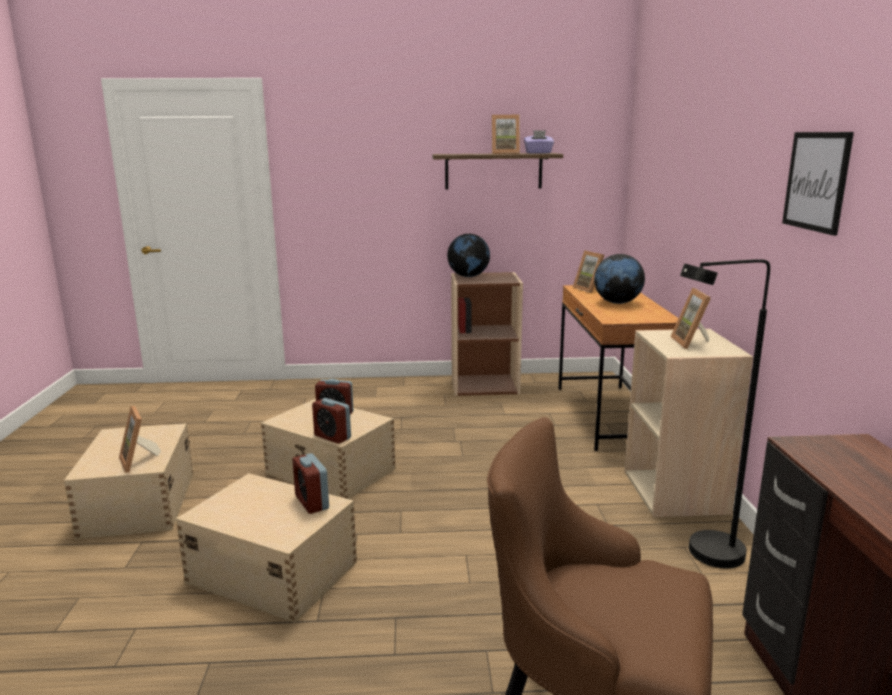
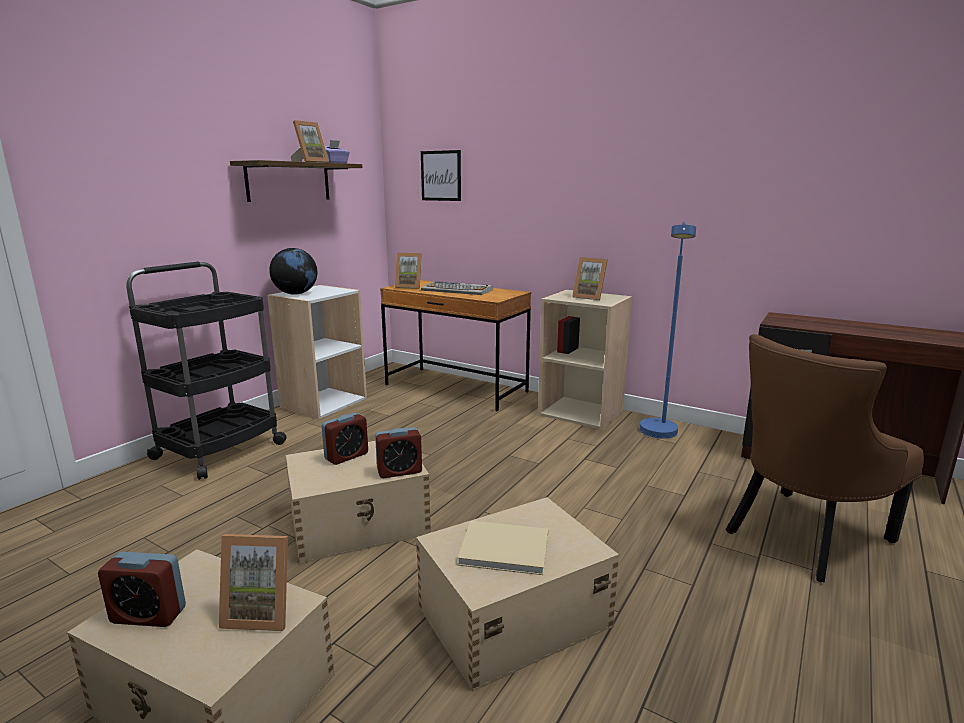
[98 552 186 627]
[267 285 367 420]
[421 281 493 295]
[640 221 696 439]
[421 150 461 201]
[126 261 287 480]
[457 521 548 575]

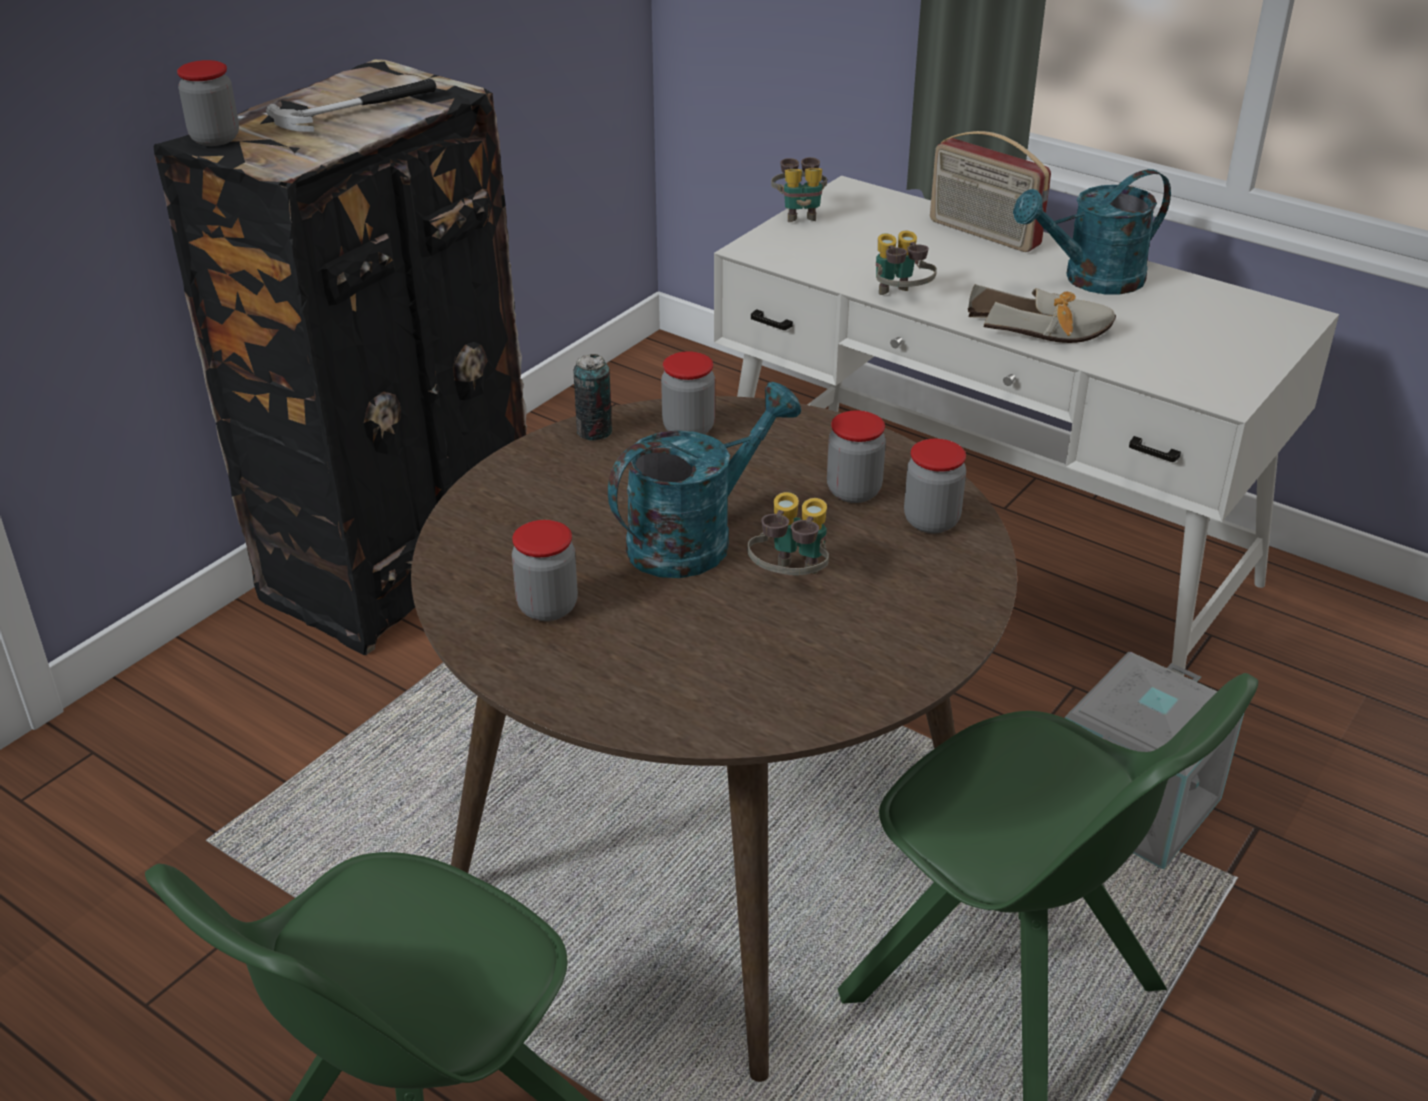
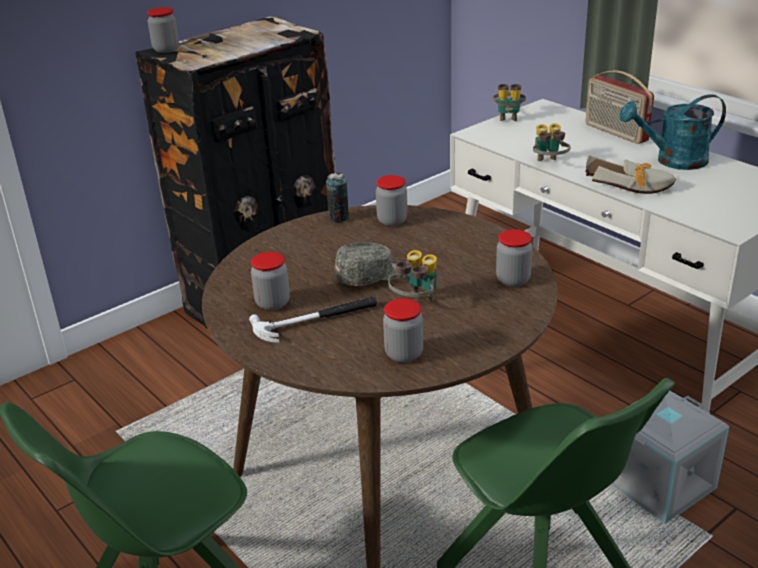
[249 296 377 343]
[335 243 398 286]
[383 298 423 363]

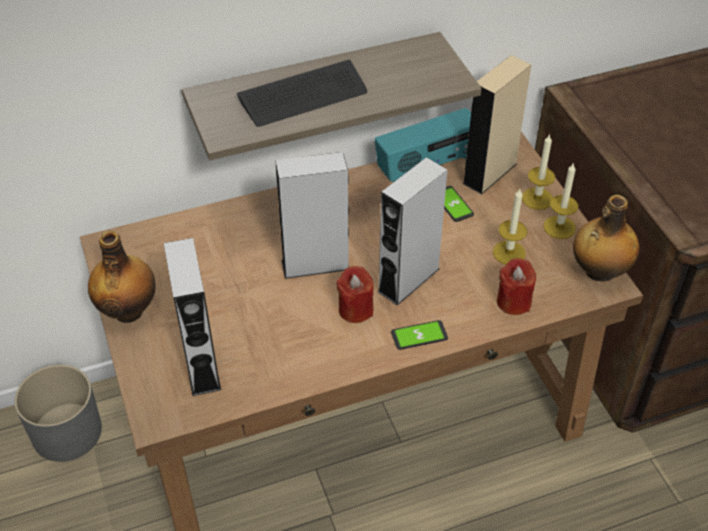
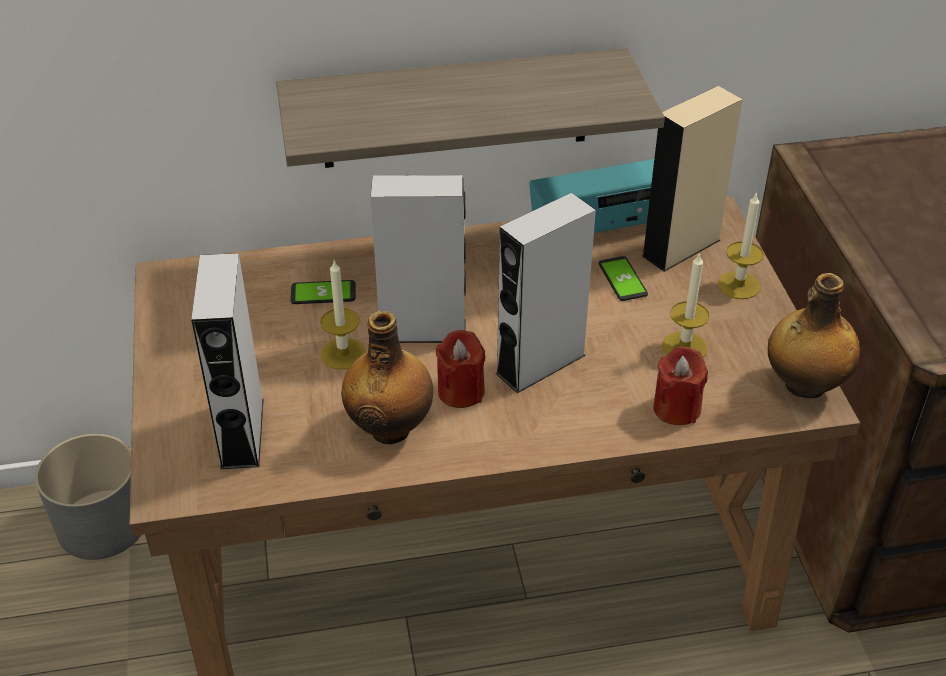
[341 311 433 444]
[237 60 367 127] (first image)
[291 280 356 304]
[320 260 366 370]

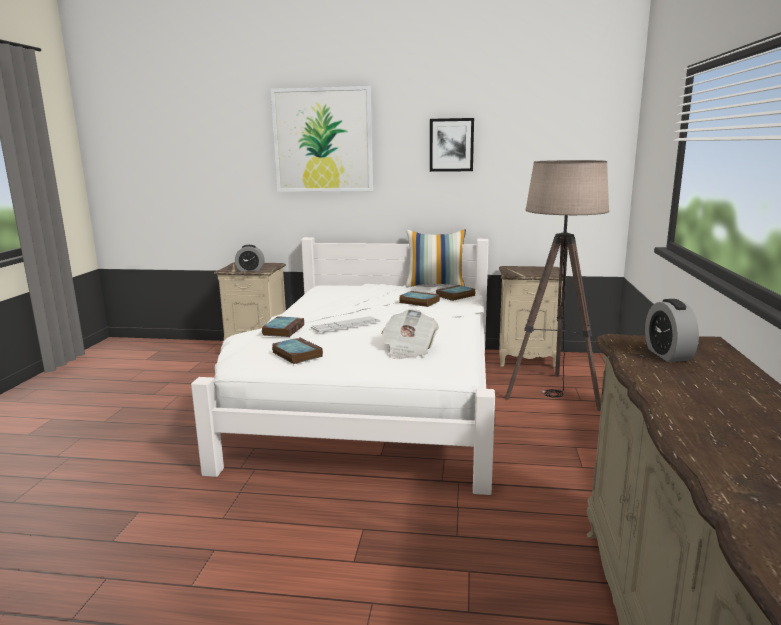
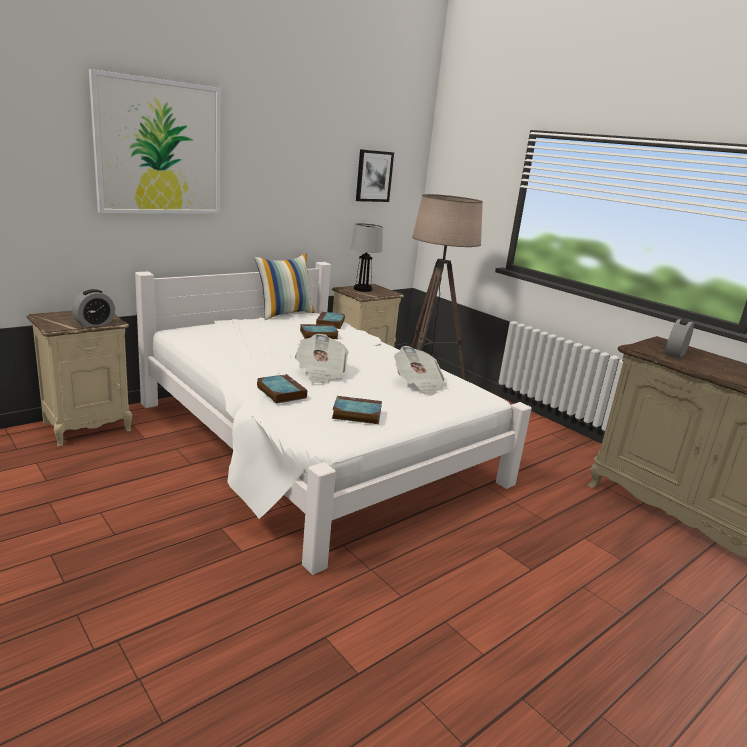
[295 334 348 383]
[356 149 394 202]
[665 318 694 358]
[351 223 383 292]

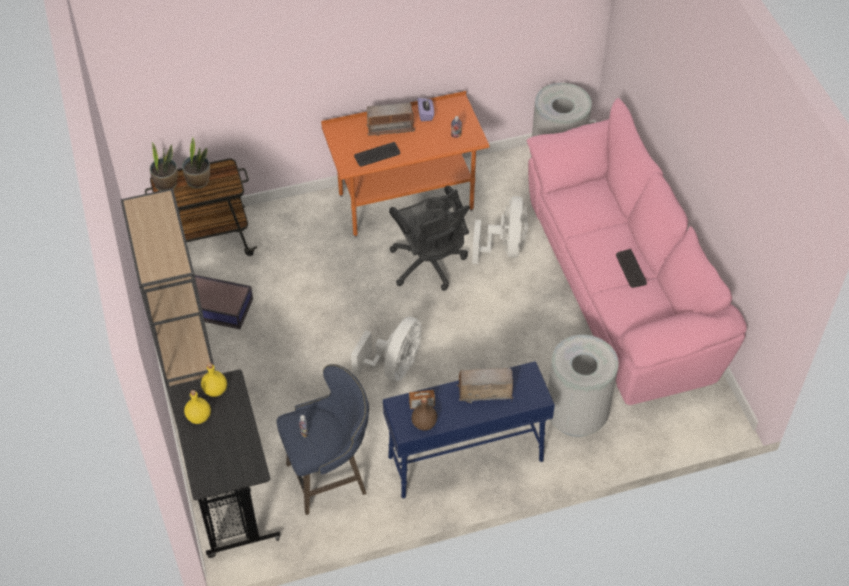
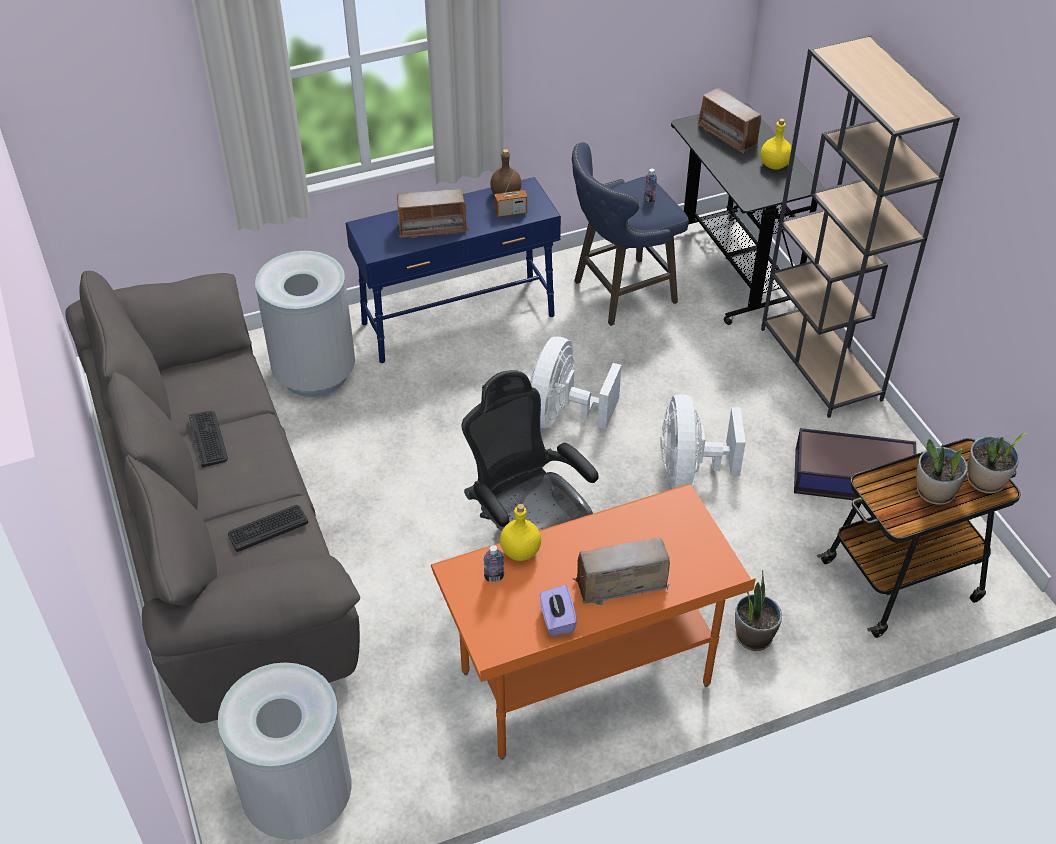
[500 504 541 561]
[228 505 308 552]
[660 394 746 489]
[65 270 360 723]
[697 88 764 153]
[735 570 782 651]

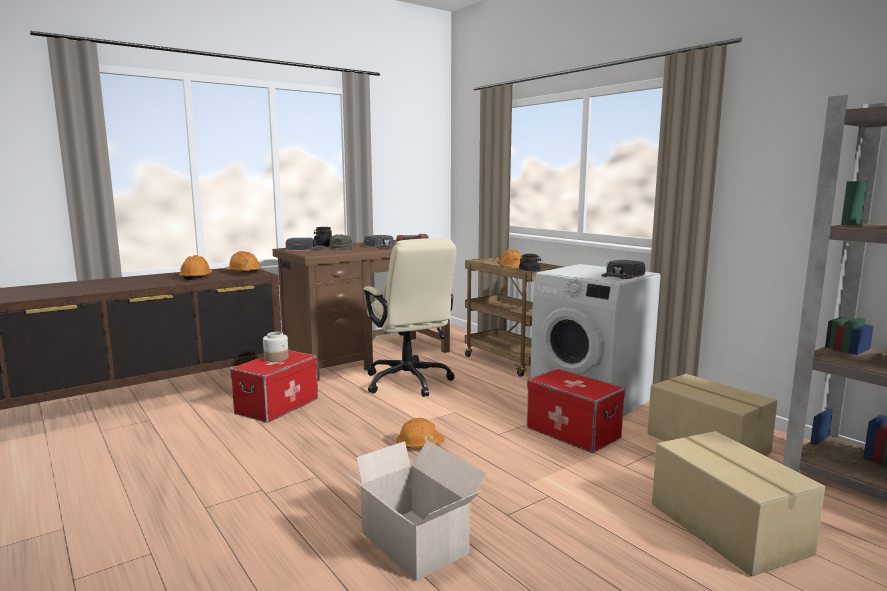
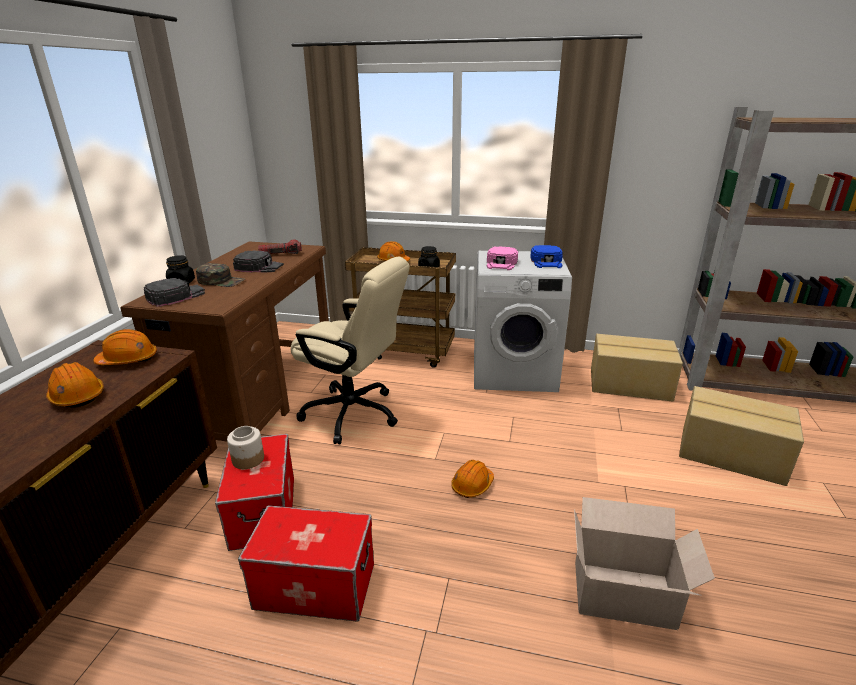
[238 505 374 622]
[530 245 563 268]
[486 246 518 270]

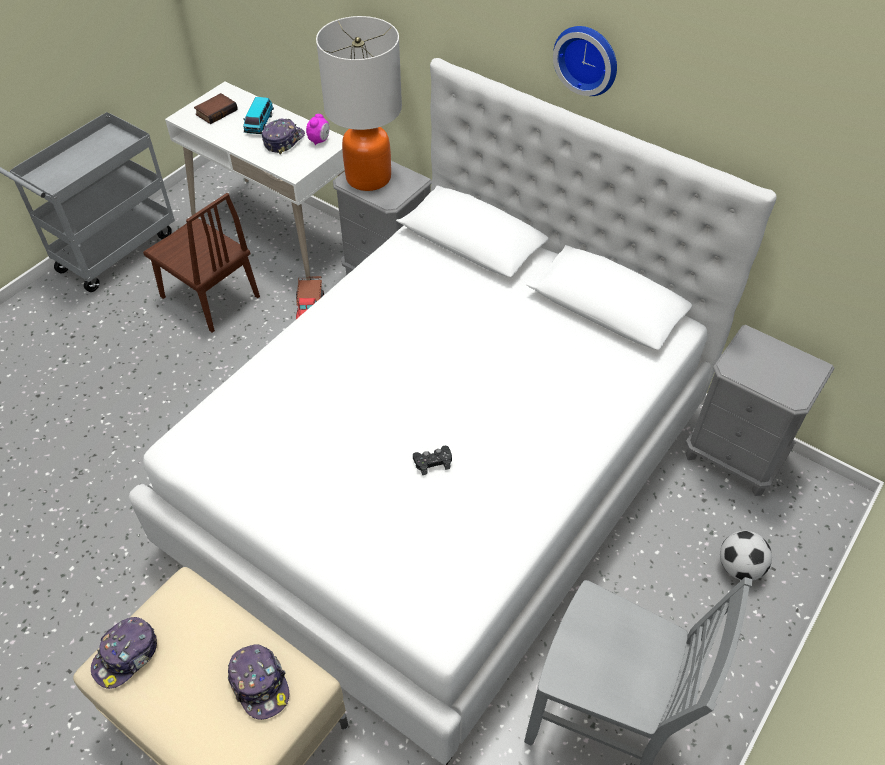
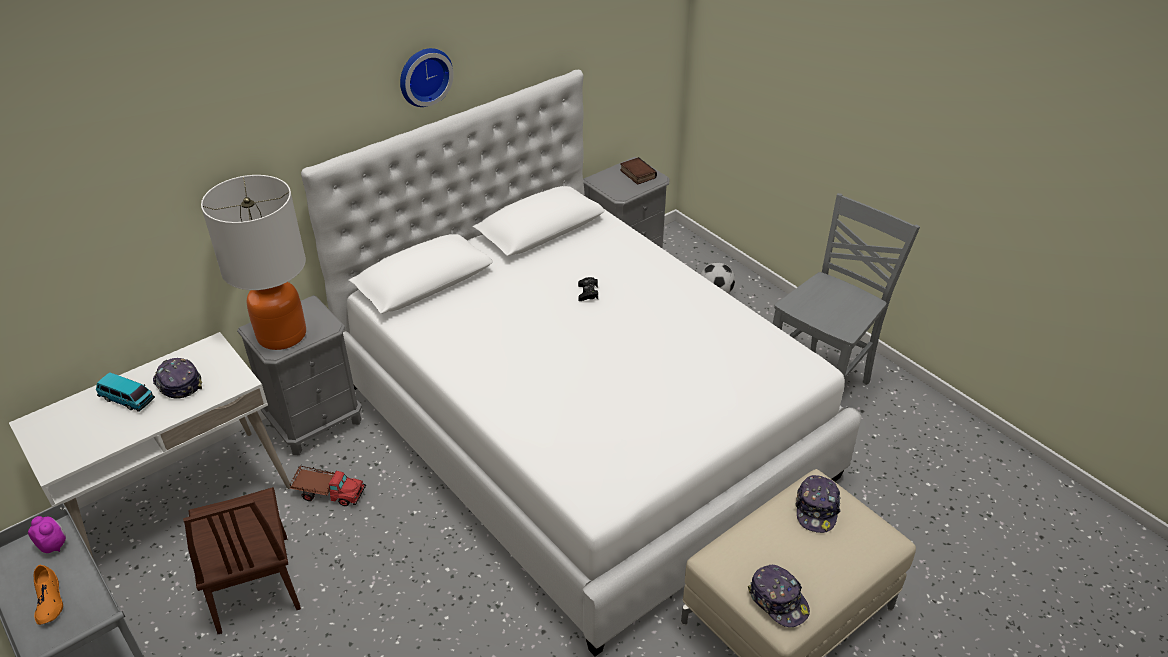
[183 487 301 634]
[620 157 657 185]
[796 475 841 533]
[28 516 66 553]
[578 277 598 301]
[34 565 63 625]

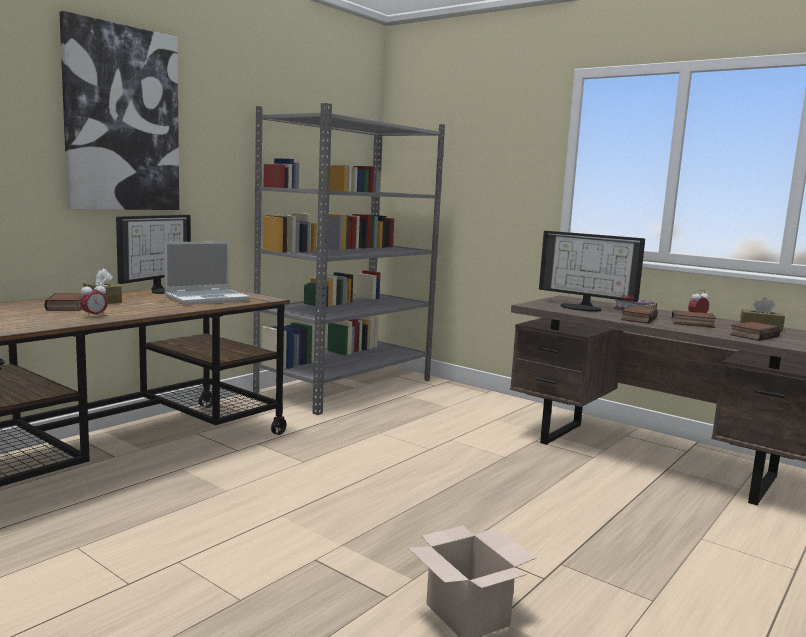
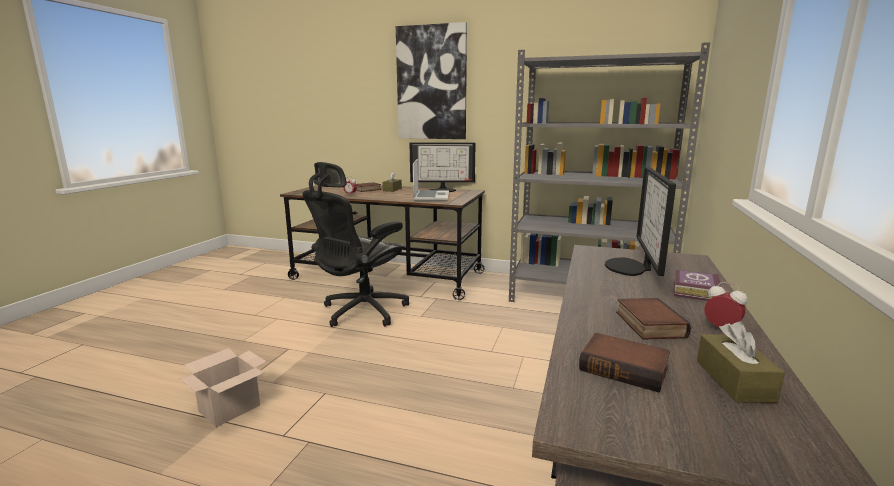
[413 159 449 201]
[621 306 658 324] (first image)
[303 162 409 327]

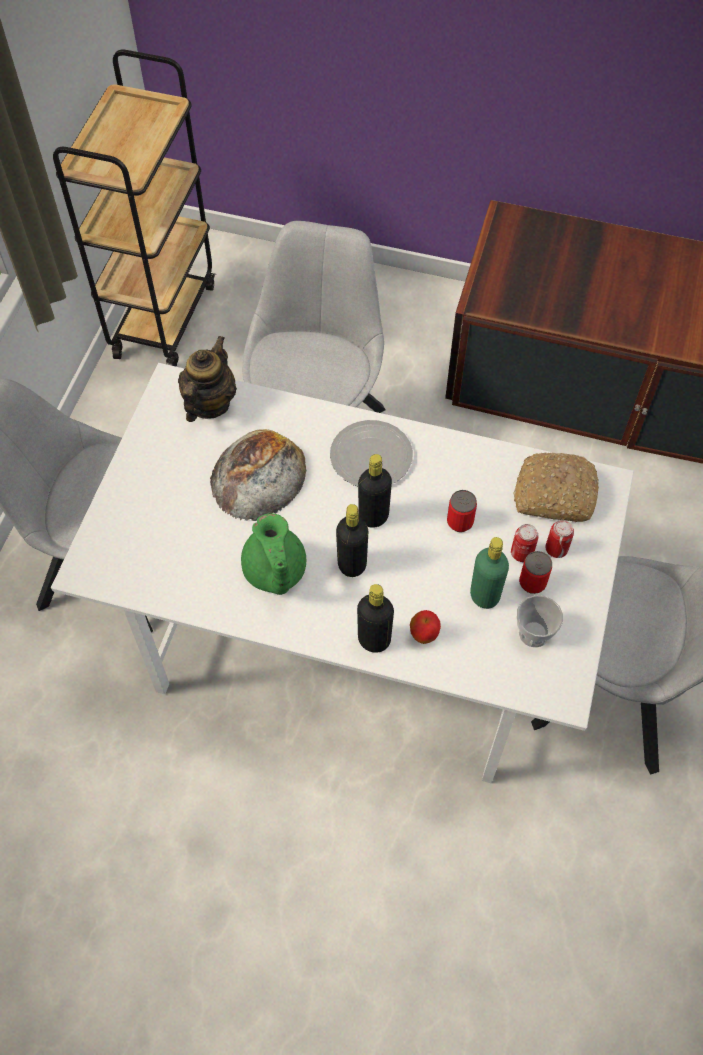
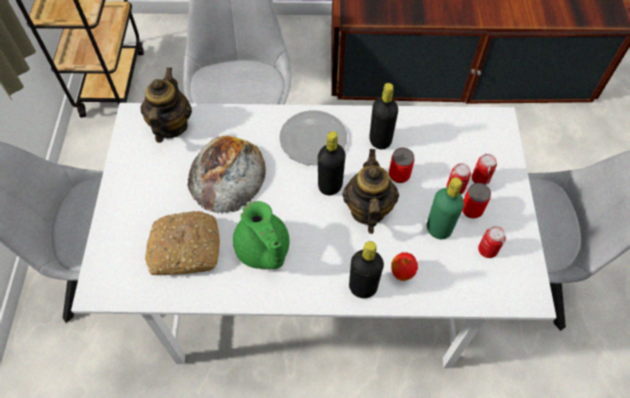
[369 83 398 149]
[145 211 220 275]
[478 226 506 258]
[343 149 399 234]

